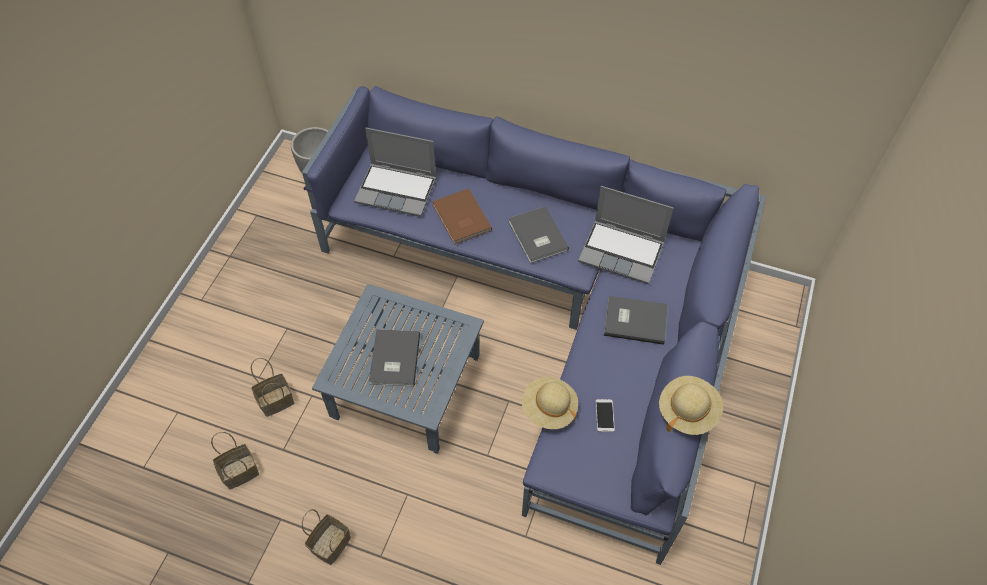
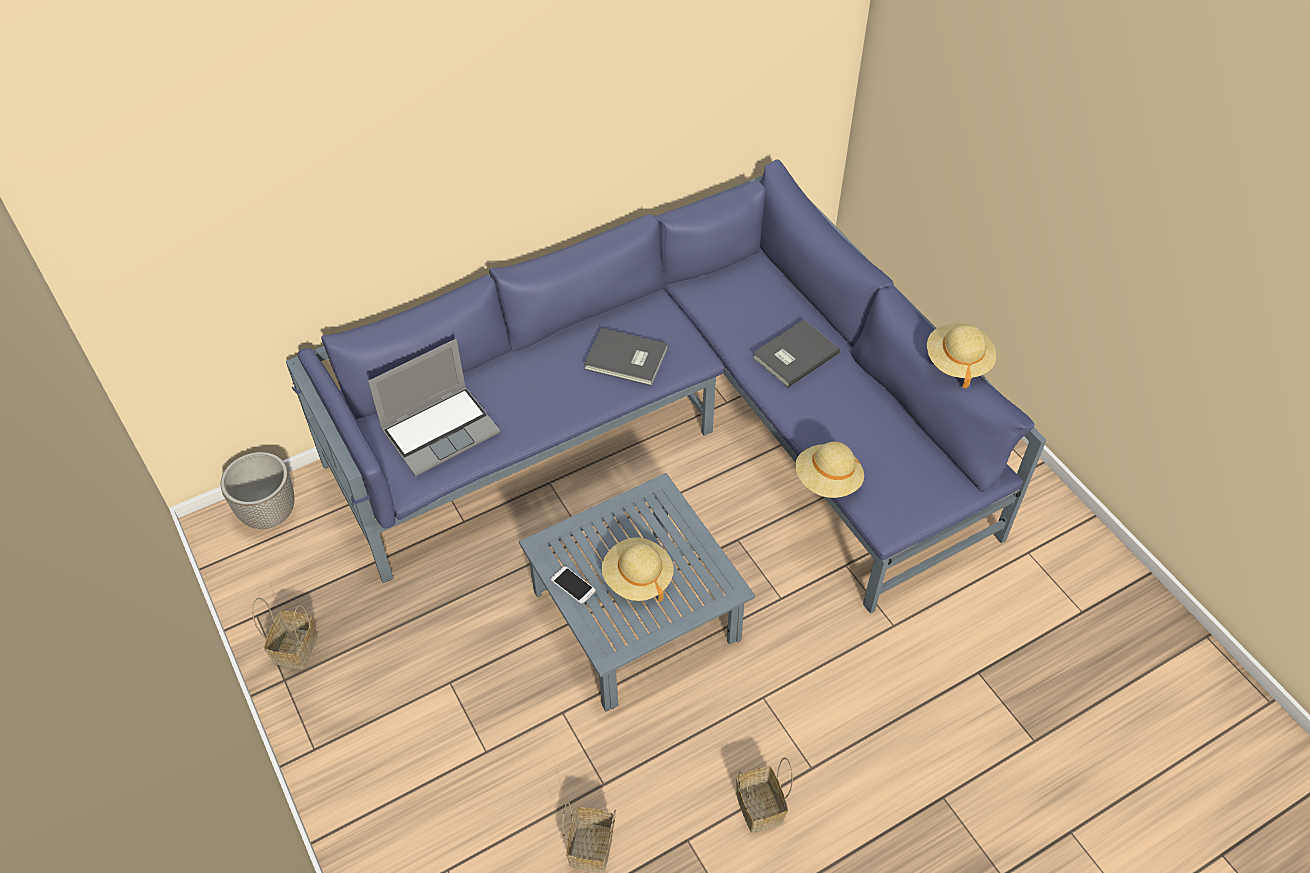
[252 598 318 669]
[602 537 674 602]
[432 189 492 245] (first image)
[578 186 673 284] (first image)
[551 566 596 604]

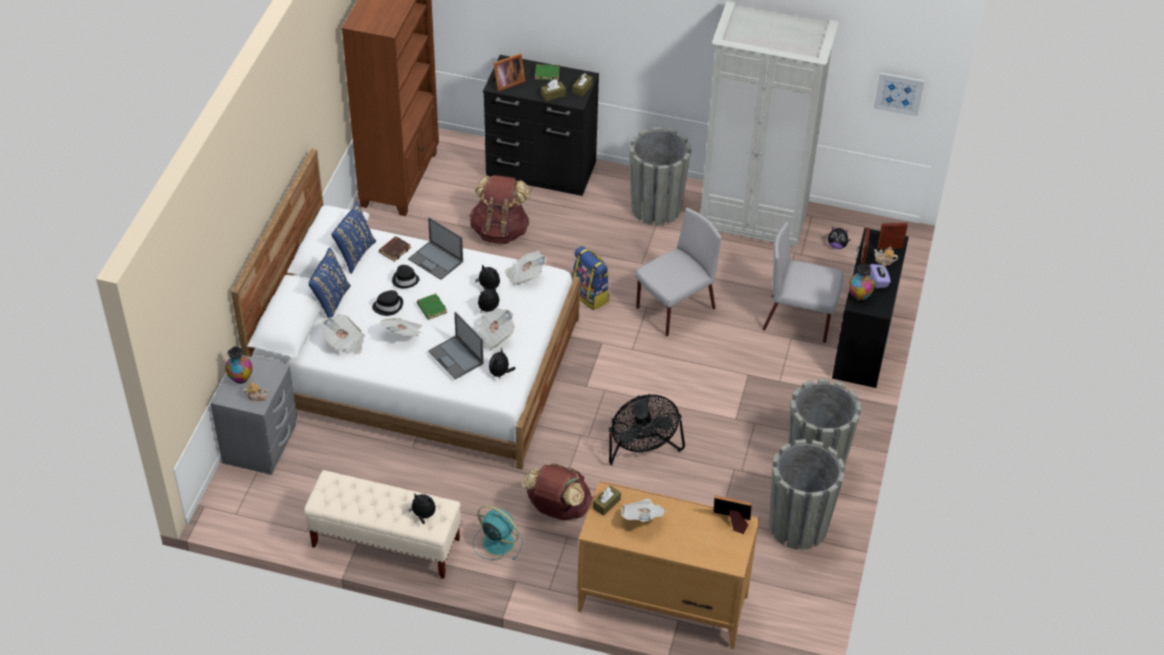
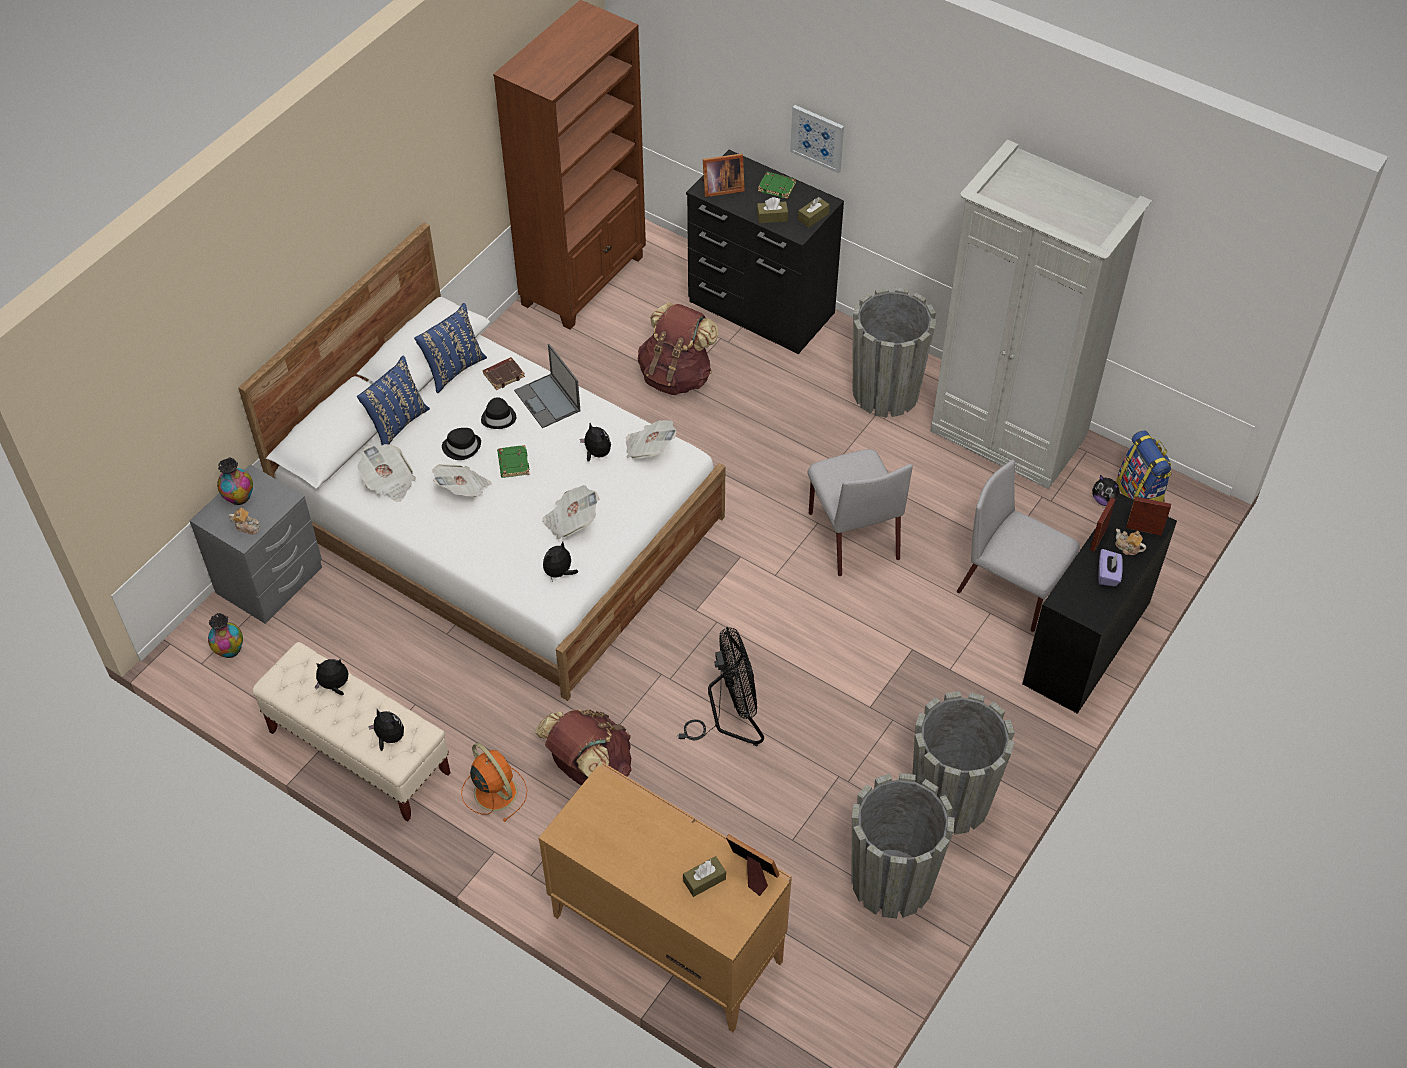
[428 312 484 379] (first image)
[461 743 527 822]
[315 659 348 695]
[1116 430 1172 502]
[683 856 726 897]
[676 627 764 746]
[621 498 665 522] (first image)
[807 449 913 576]
[208 613 243 658]
[790 105 844 173]

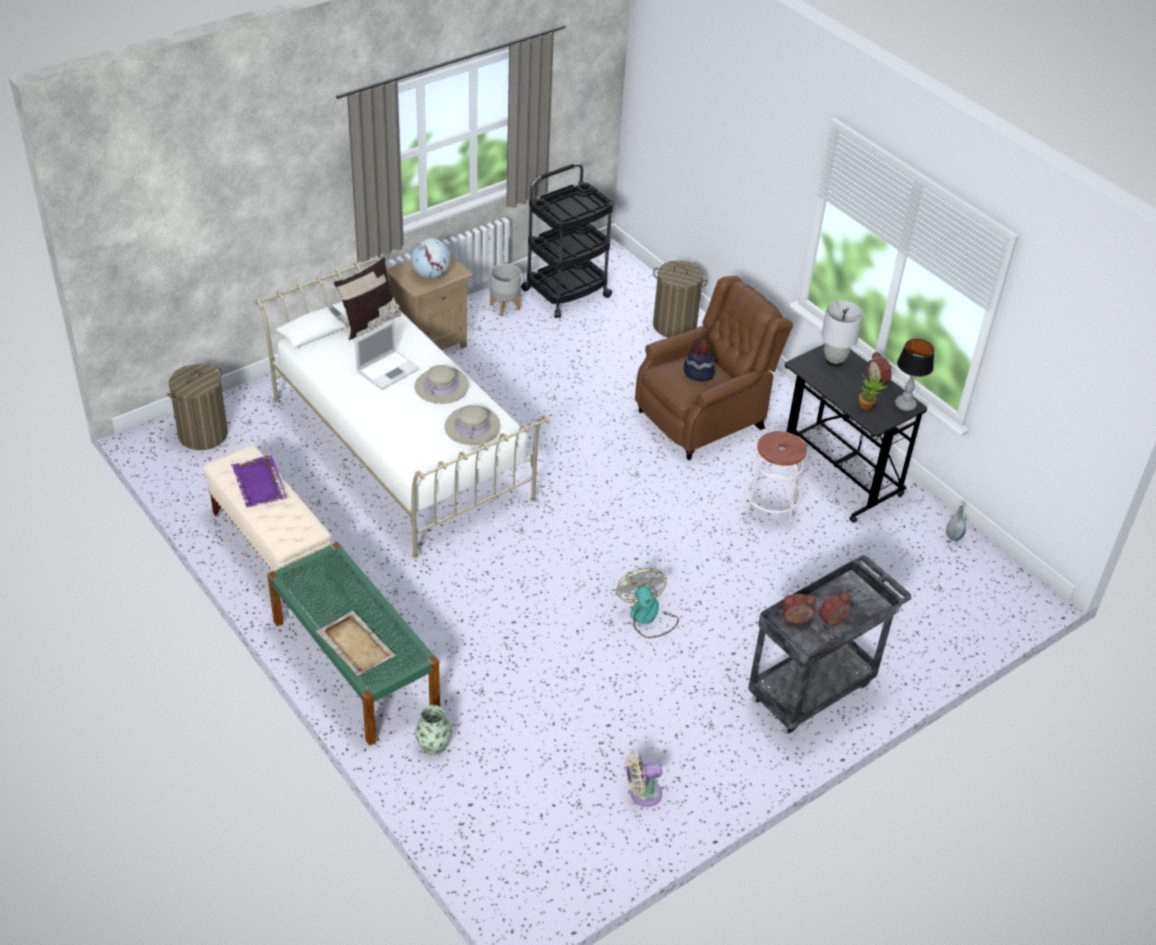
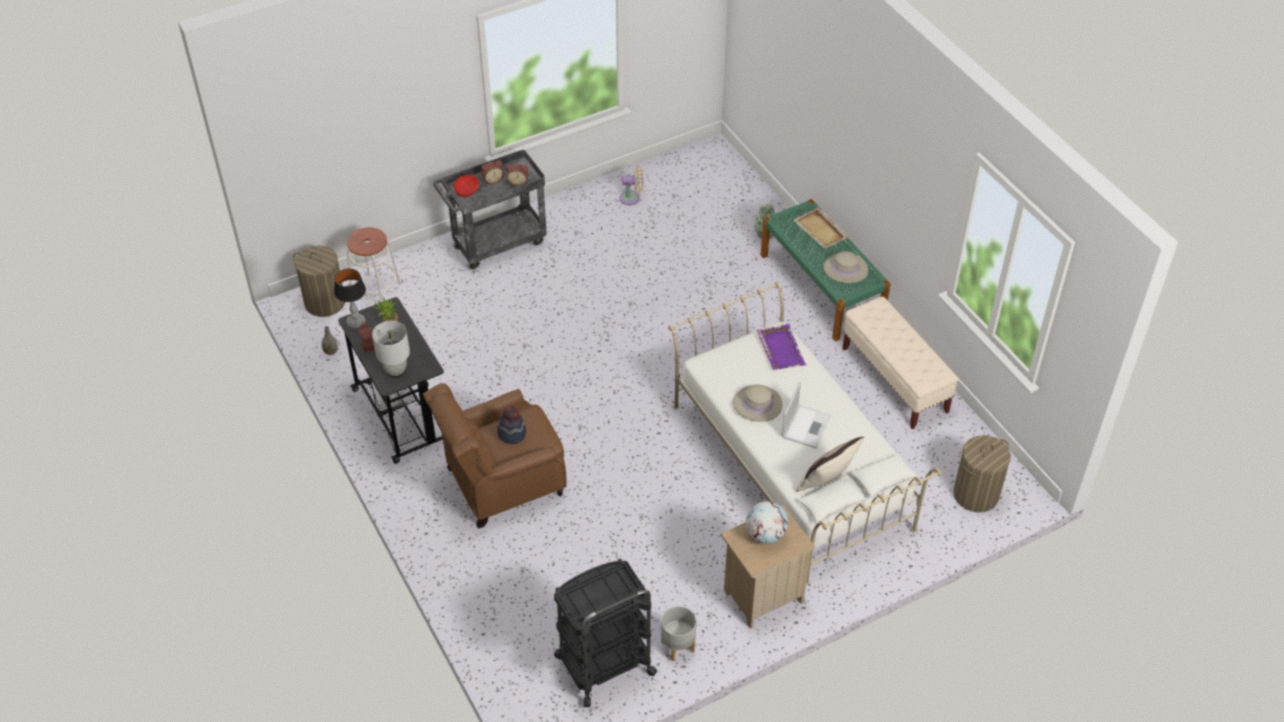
[757 324 807 370]
[781 382 831 449]
[824 251 868 283]
[616 568 679 638] (first image)
[293 246 345 317]
[347 227 401 302]
[454 175 480 197]

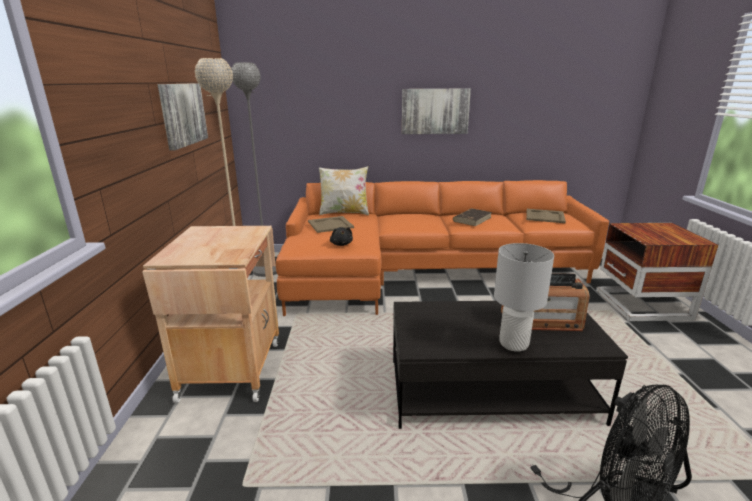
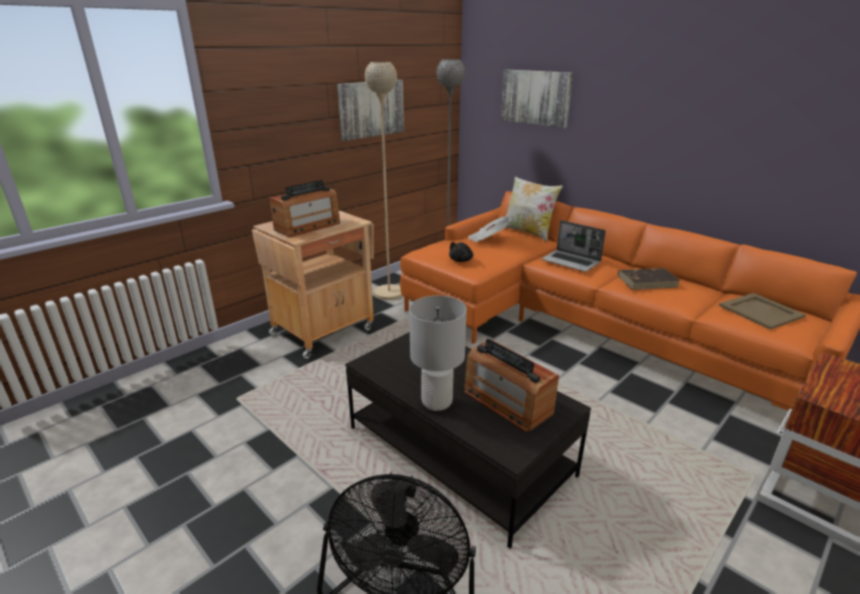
[468 217 511 243]
[501 70 573 128]
[269 180 340 237]
[541 220 606 272]

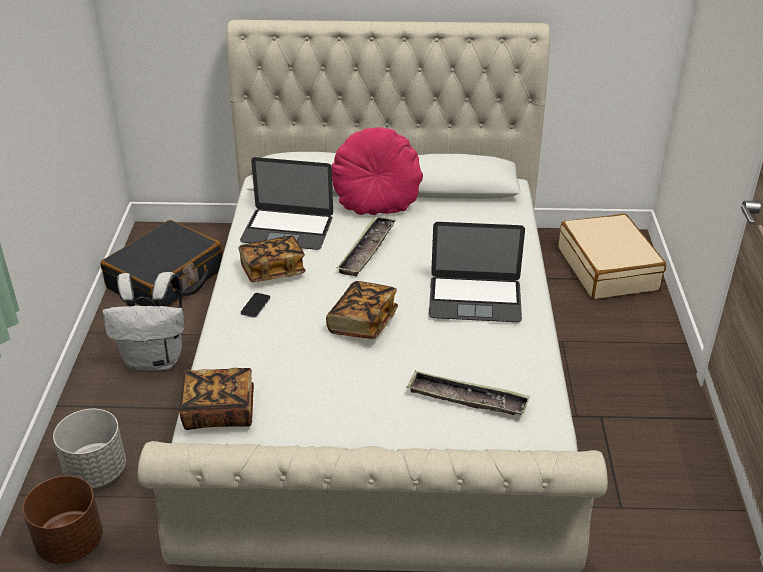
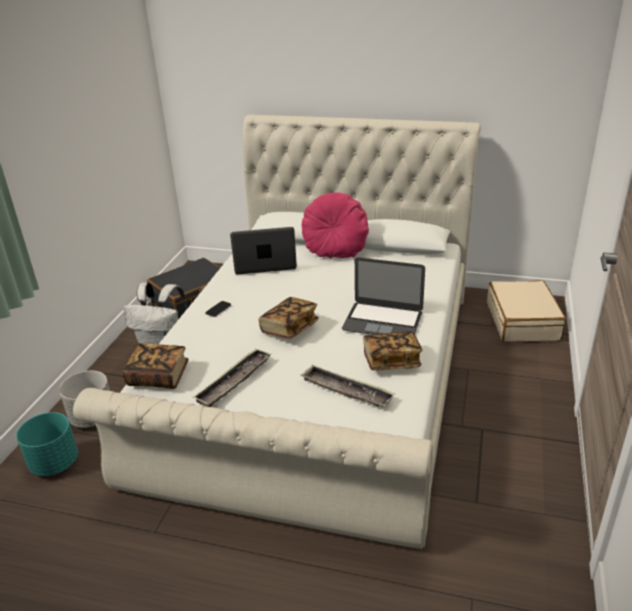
[16 412 78 476]
[363 331 422 370]
[230 227 297 274]
[192 348 272 407]

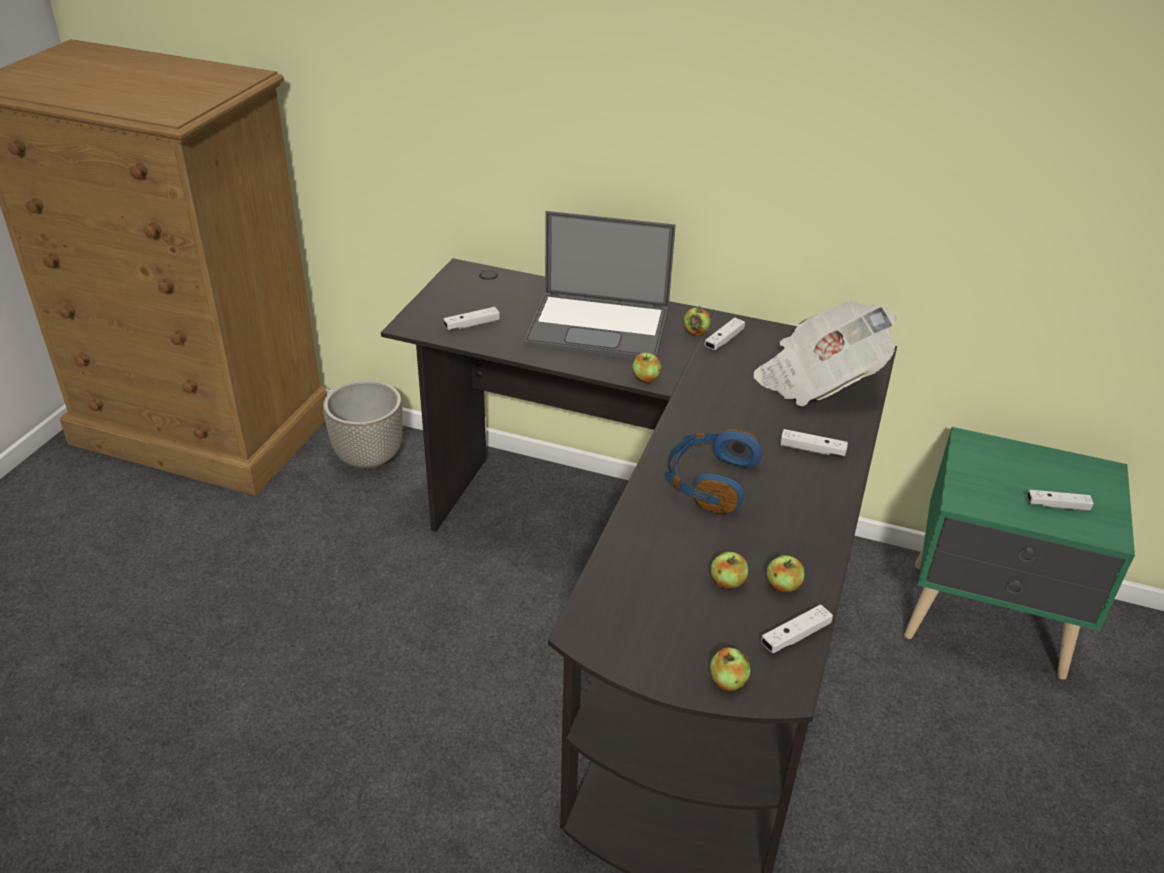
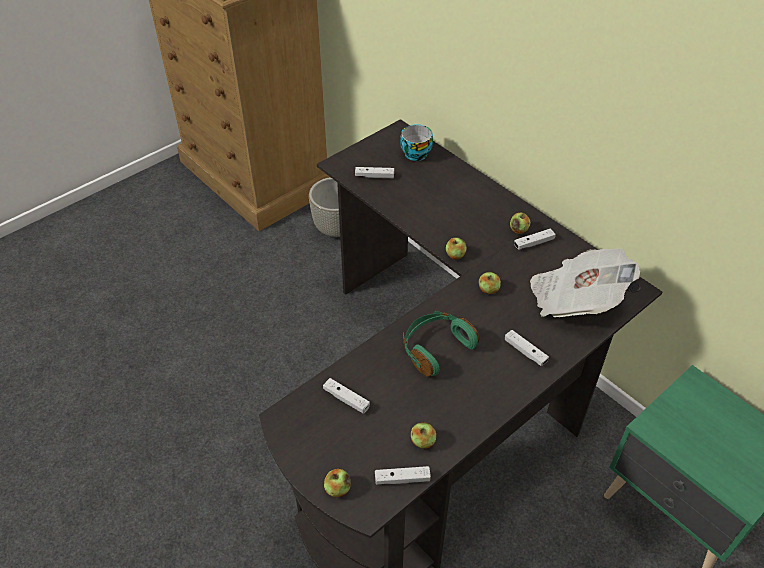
[524 211 676 360] (first image)
[403 311 479 377]
[479 272 501 294]
[323 378 370 414]
[400 124 433 161]

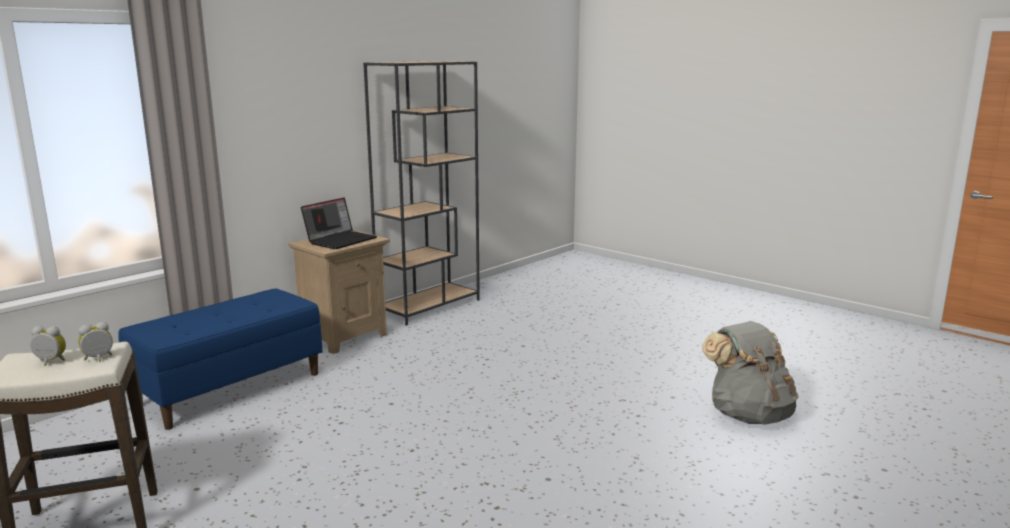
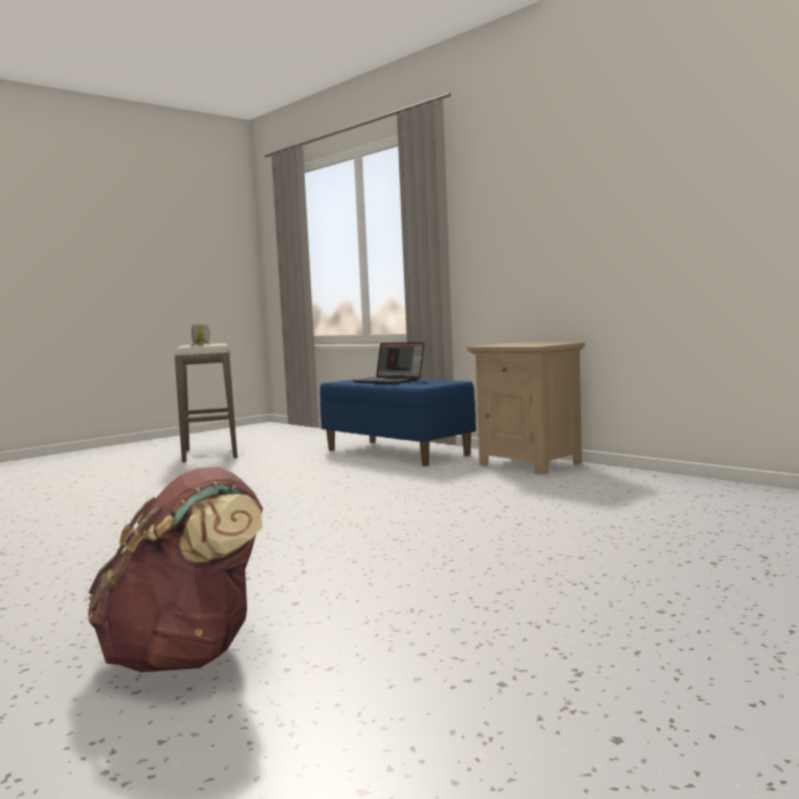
[353 342 424 384]
[363 61 480 326] (first image)
[88 467 263 672]

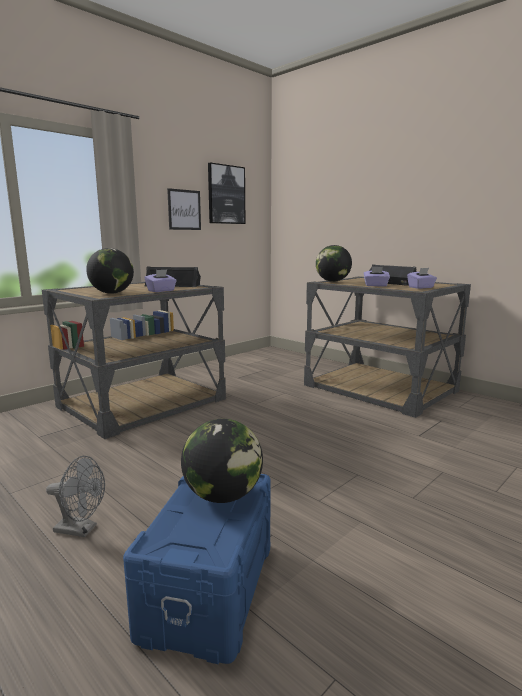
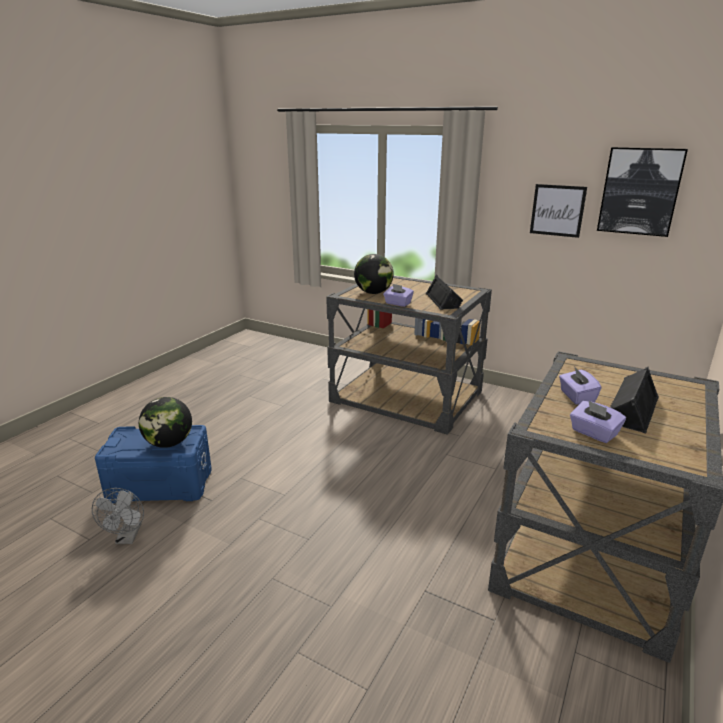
[92 488 144 544]
[316 245 352 282] (first image)

